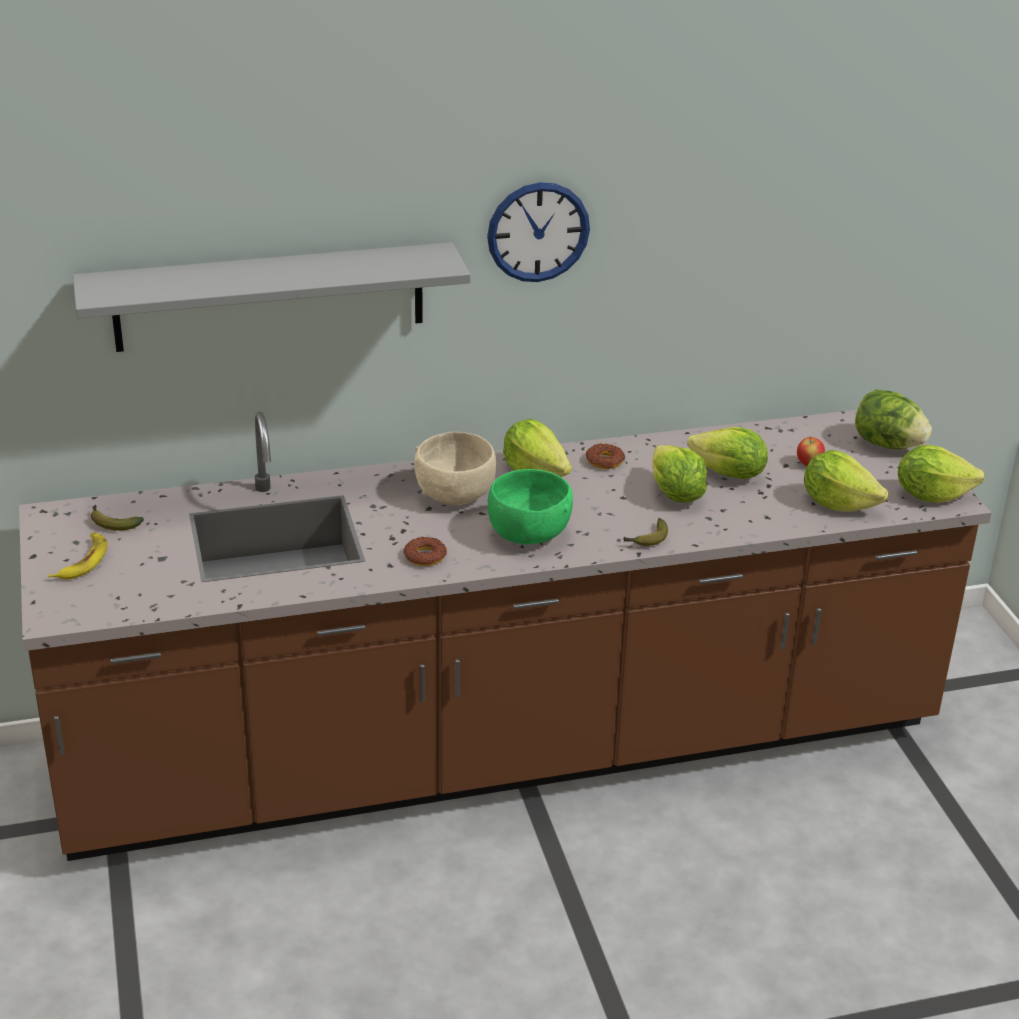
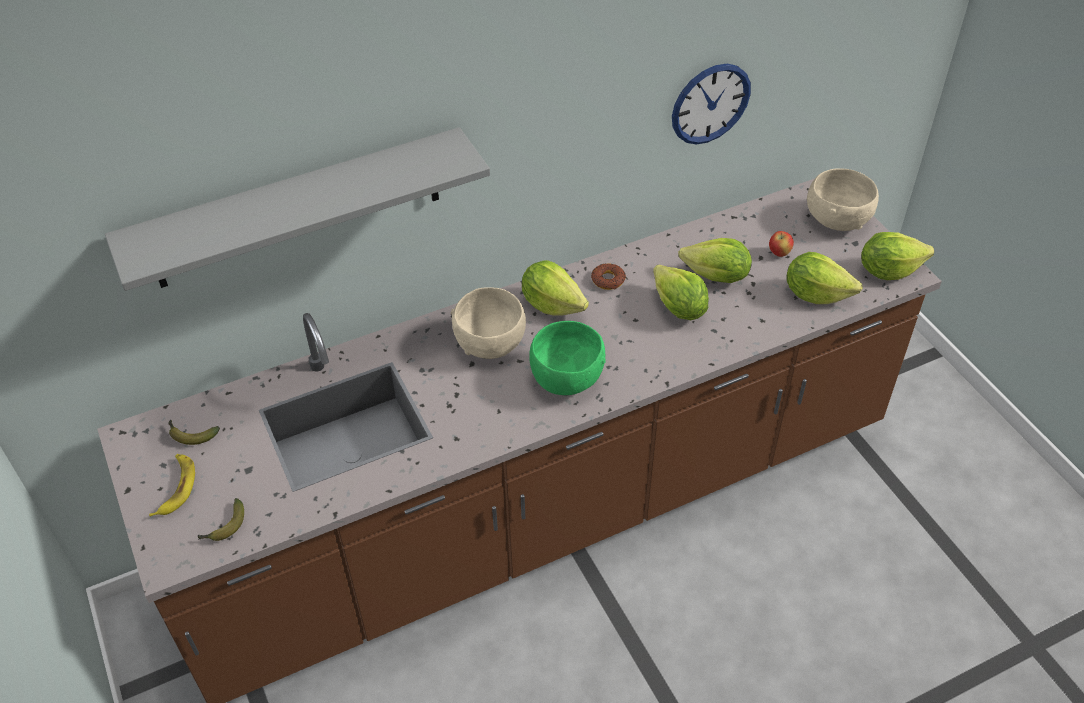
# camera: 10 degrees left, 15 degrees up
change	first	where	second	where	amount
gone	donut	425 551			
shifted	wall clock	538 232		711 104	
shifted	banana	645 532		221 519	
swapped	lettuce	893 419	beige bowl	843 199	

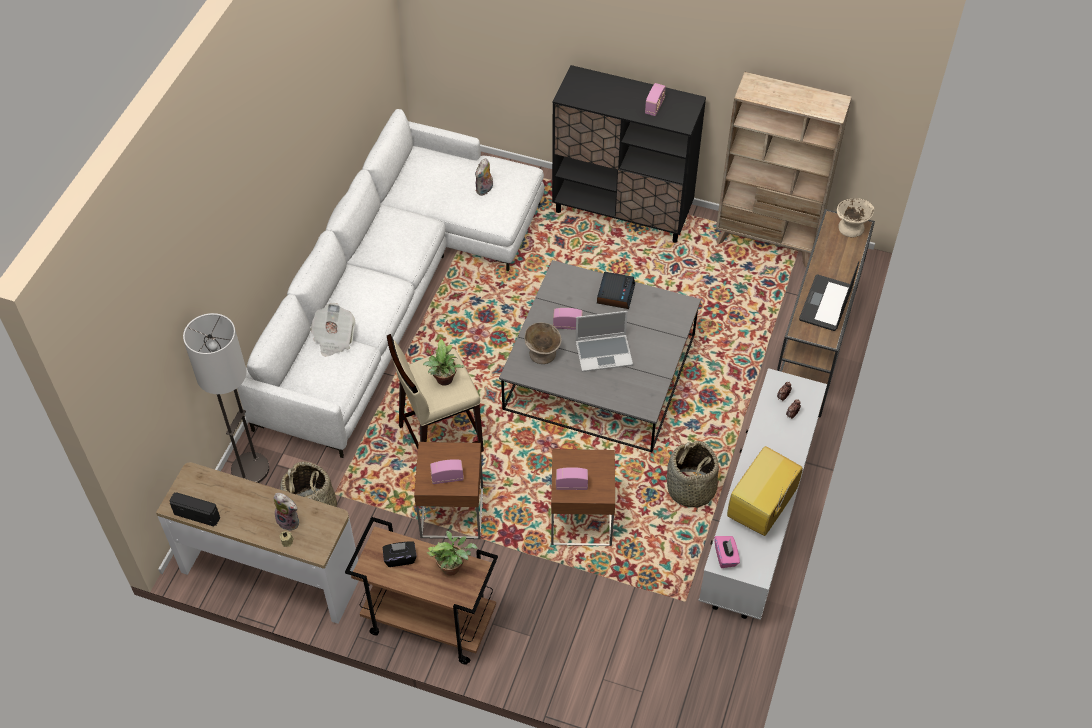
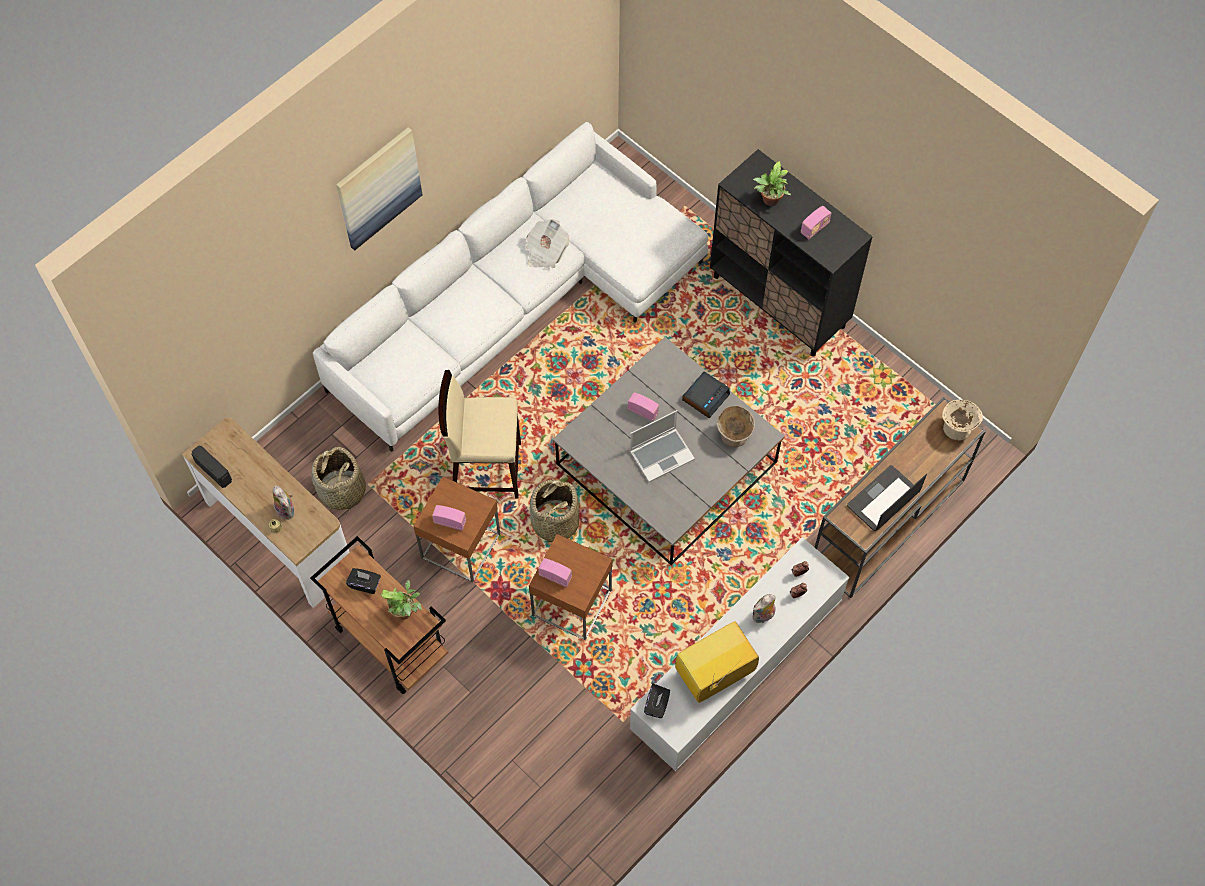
# camera: 25 degrees right, 10 degrees up
change	first	where	second	where	amount
gone	floor lamp	226 398			
shifted	newspaper	332 330		547 243	
shifted	potted plant	444 361		772 183	
shifted	plush toy	484 177		764 608	
shifted	beige bowl	543 343		736 426	
rotated	laptop	604 341		662 446	45 degrees counterclockwise
shifted	basket	693 476		555 512	
repainted	pink tissue box	727 552	black tissue box	657 701	
gone	beige bookcase	784 169			
new			picture	379 189	

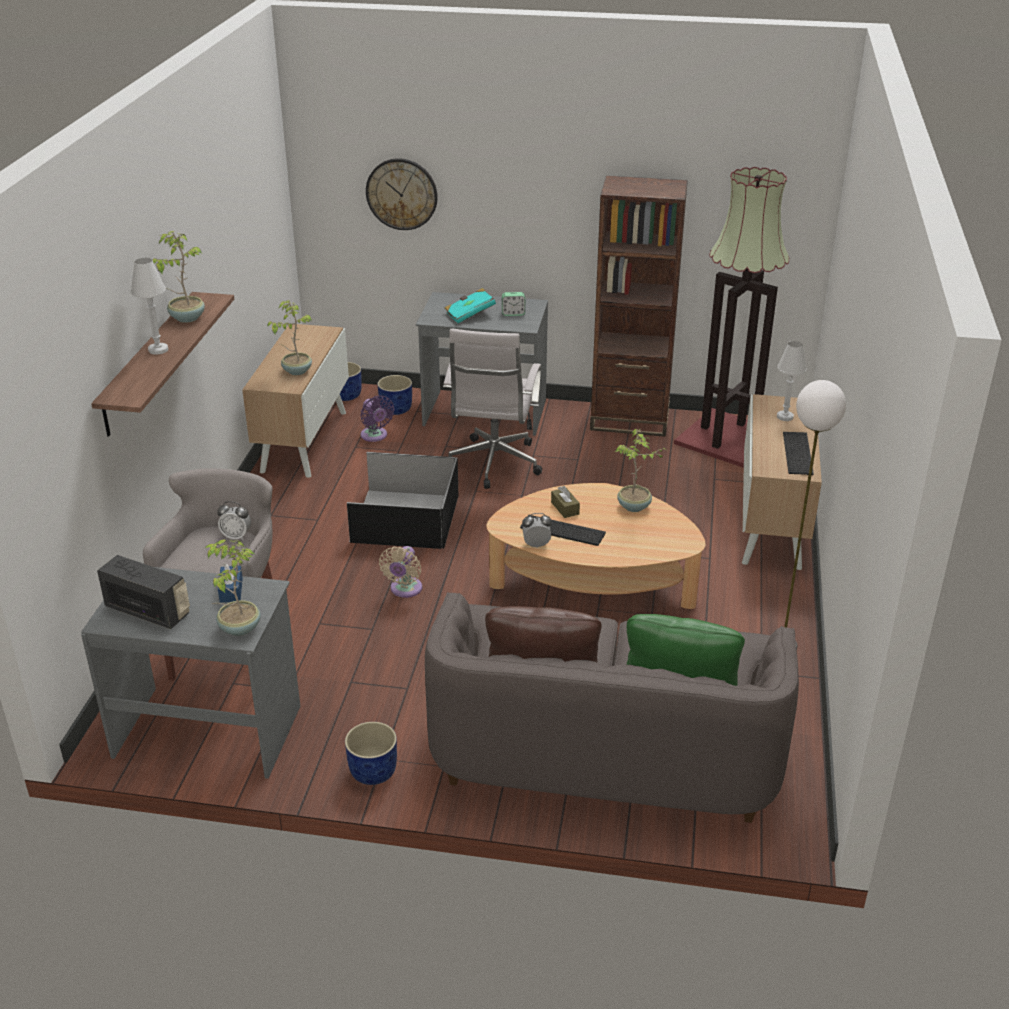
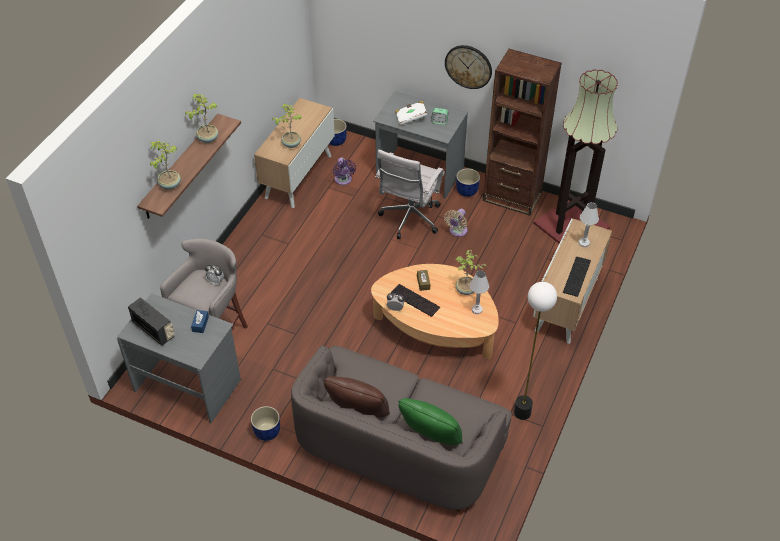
# camera: 15 degrees right, 15 degrees up
change	first	where	second	where	amount
shifted	white table lamp	149 306		479 292	
shifted	potted plant	233 587		165 165	
gone	black storage box	402 500			
shifted	wall clock	402 194		468 67	
shifted	blue planter	394 395		468 182	
shifted	beige fan	400 572		456 223	
repainted	turquoise book	470 305	white book	411 113	

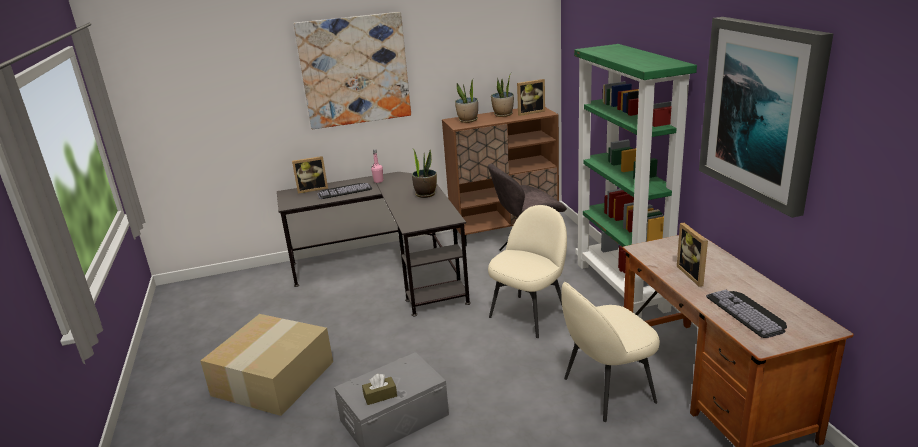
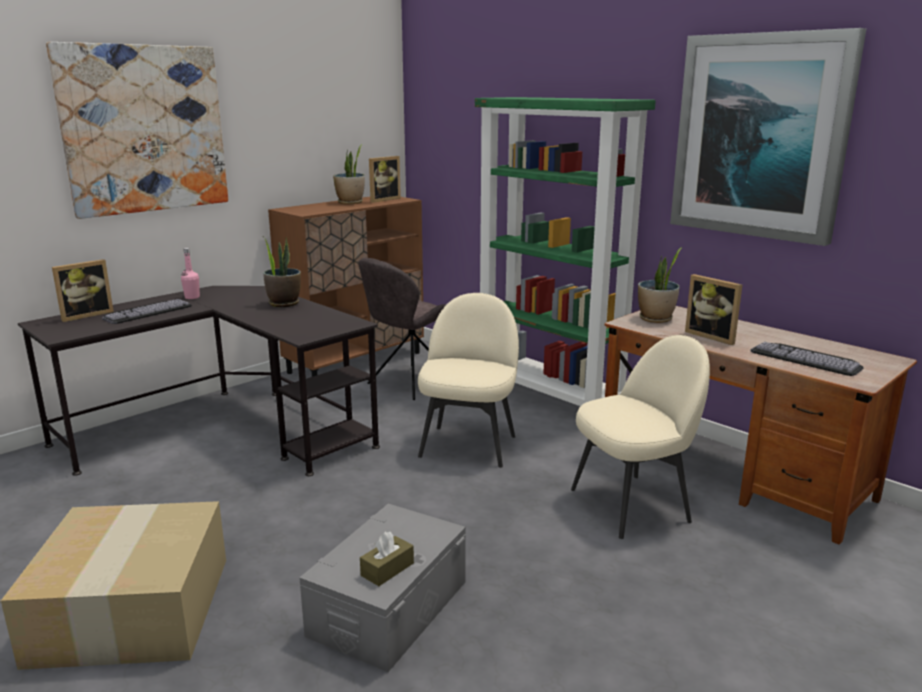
# camera: 30 degrees left, 5 degrees down
change	first	where	second	where	amount
shifted	potted plant	466 101		660 285	
rotated	beige chair	610 352		640 437	150 degrees counterclockwise

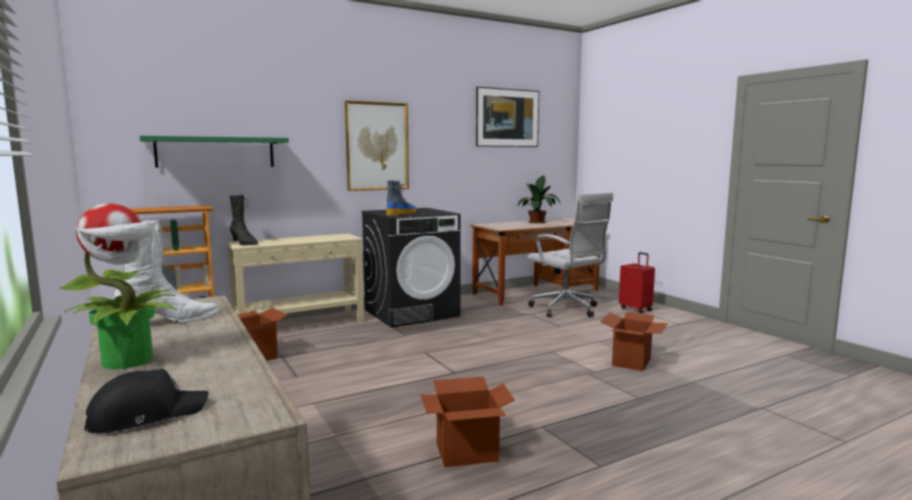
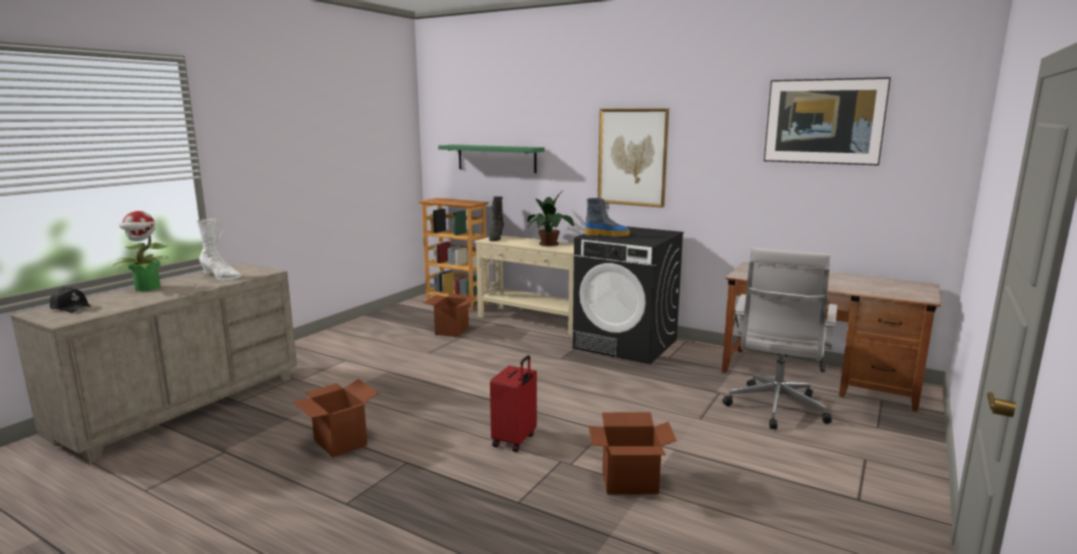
# camera: 60 degrees right, 5 degrees up
change	first	where	second	where	amount
shifted	potted plant	539 199		550 220	
shifted	red suitcase	637 282		513 403	

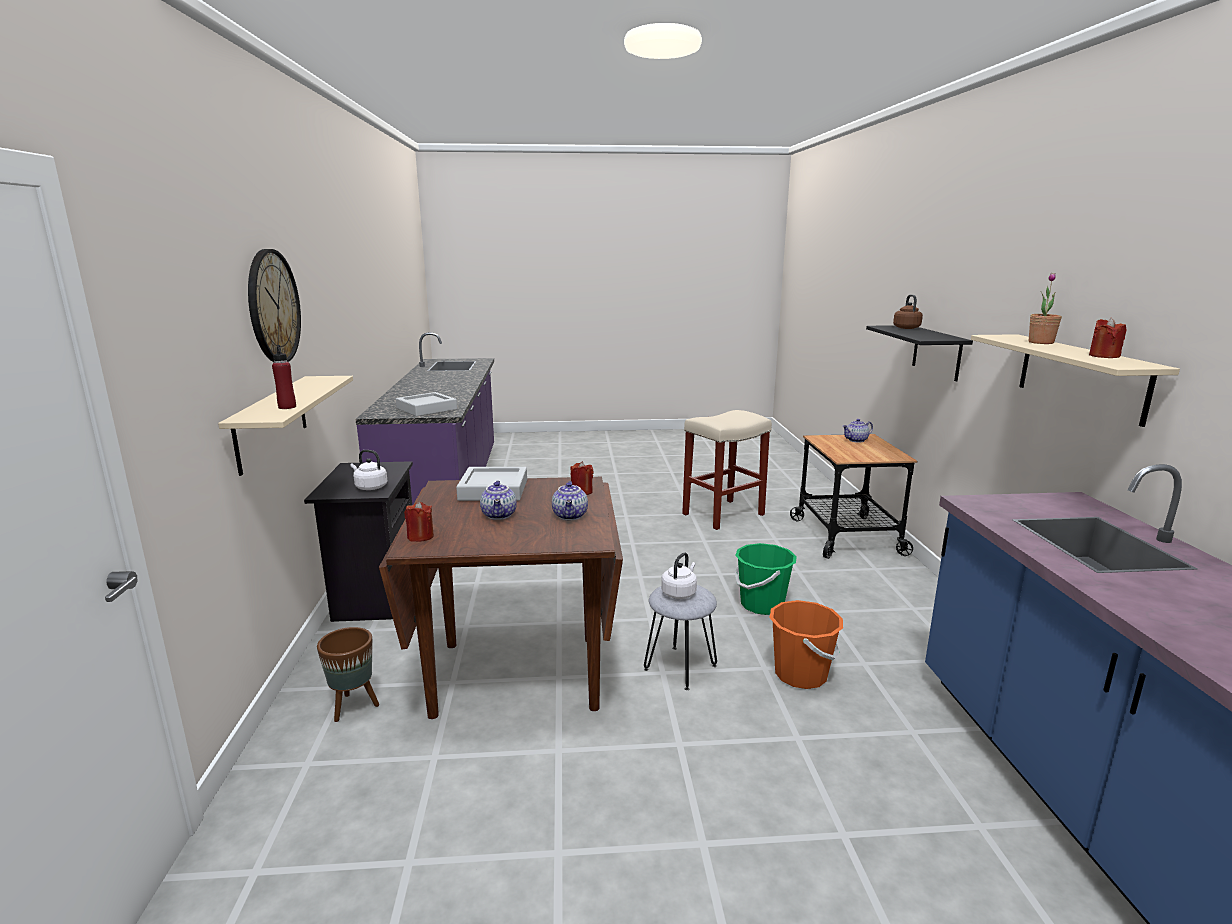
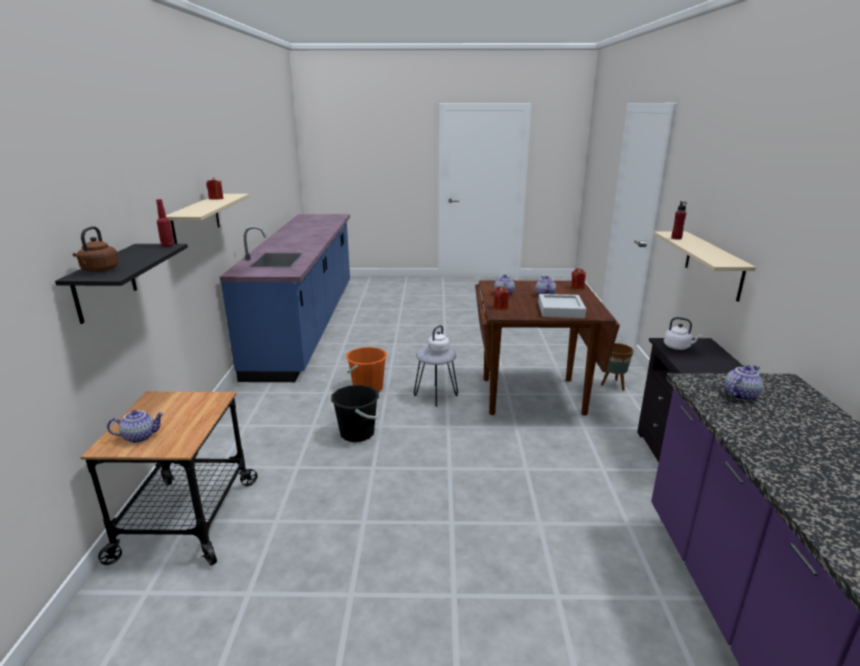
# camera: 175 degrees left, 5 degrees up
change	first	where	second	where	amount
gone	wall clock	274 305			
swapped	grey tray	426 404	teapot	743 383	
gone	beige stool	727 470			
repainted	green bucket	766 579	black bucket	355 413	
gone	potted plant	1045 308			
new			red bottle	165 223	

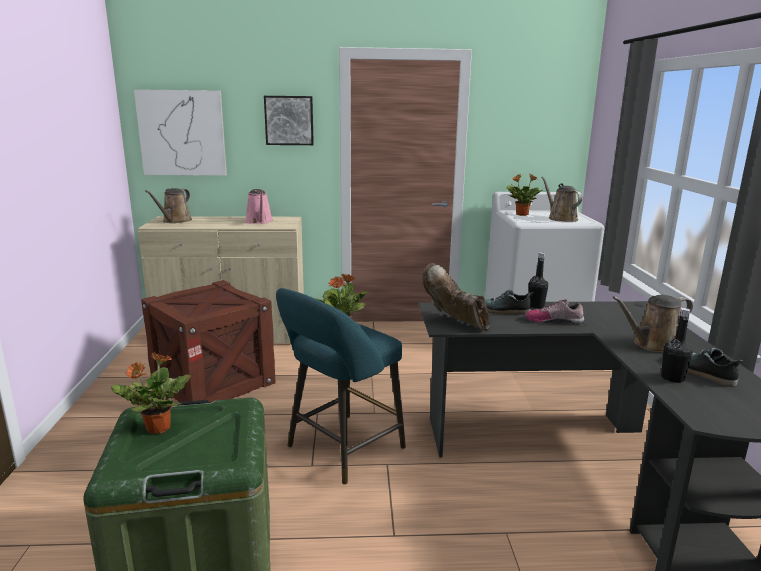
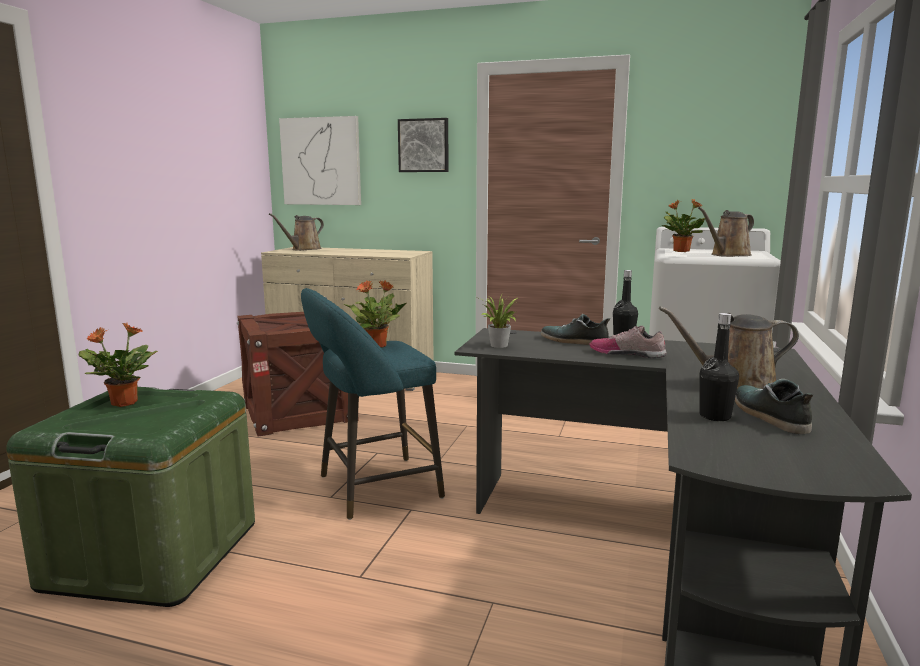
# camera: 20 degrees right, 5 degrees down
change	first	where	second	where	amount
gone	pink watering can	259 206			
swapped	brown boot	457 297	potted plant	496 320	
rotated	brown watering can	562 199		726 232	120 degrees counterclockwise

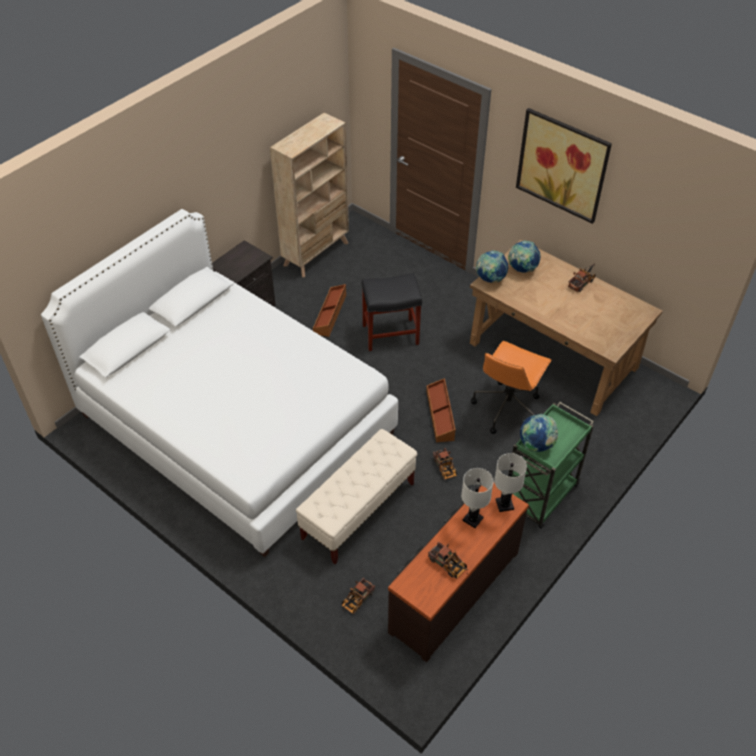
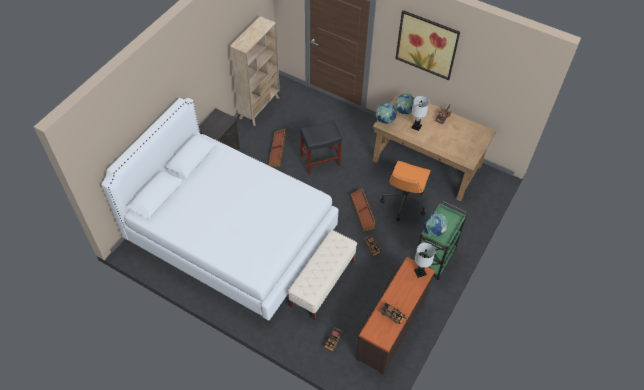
# camera: 10 degrees left, 5 degrees up
change	first	where	second	where	amount
shifted	white table lamp	477 498		420 113	

